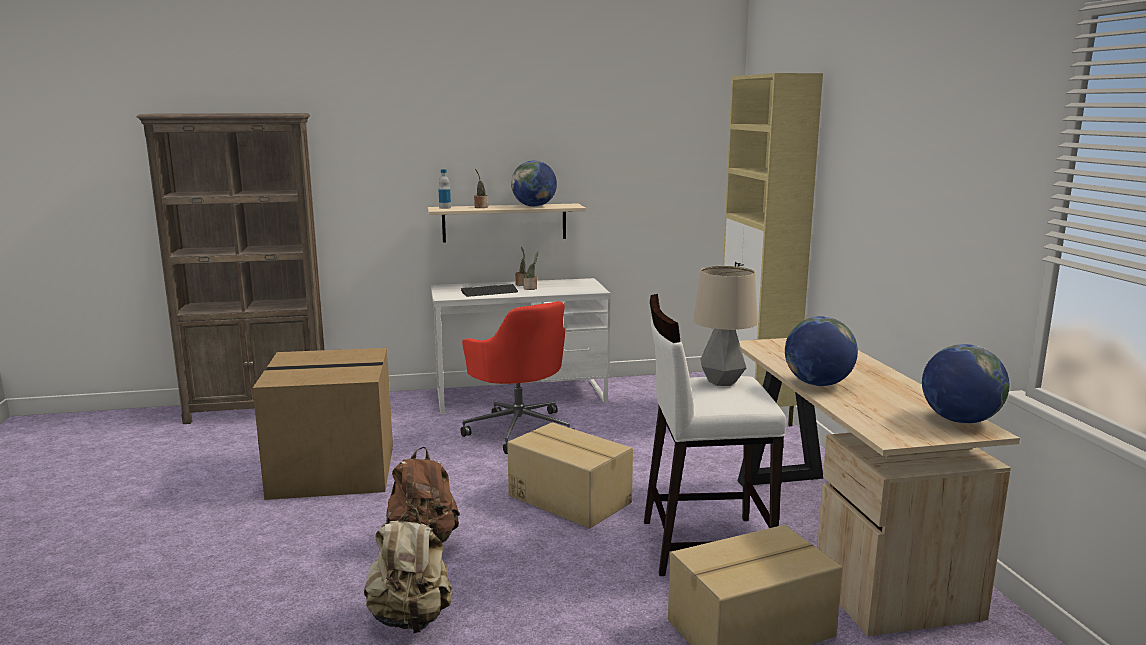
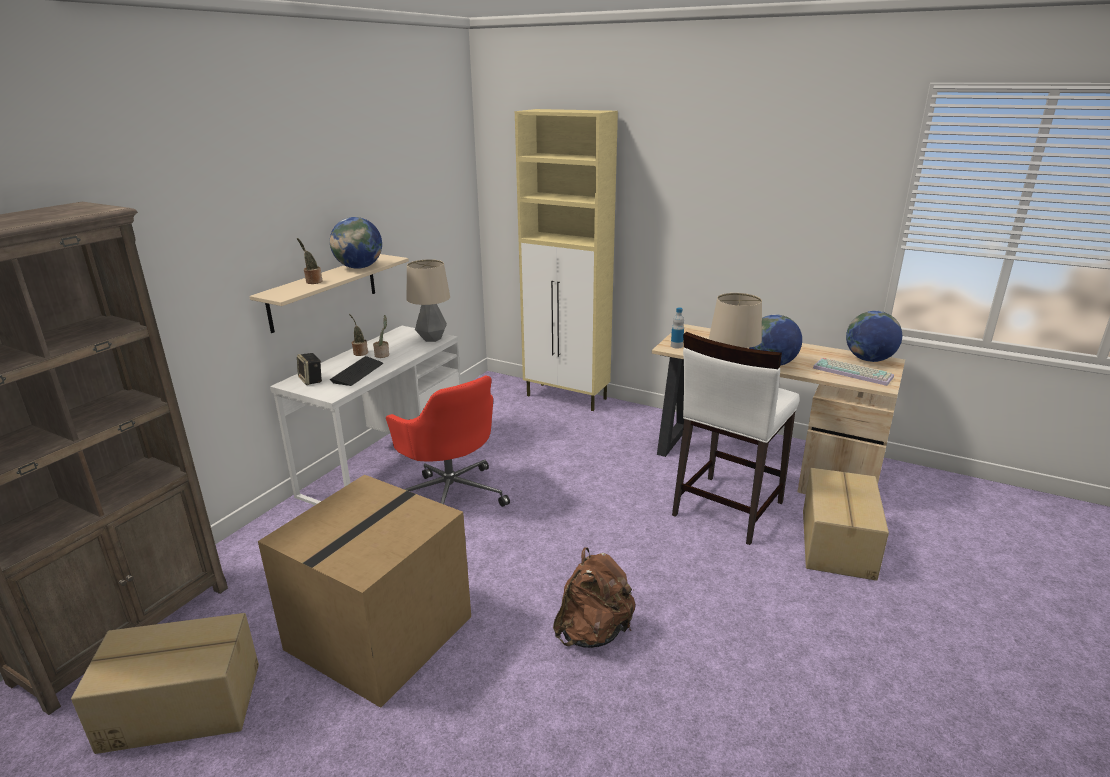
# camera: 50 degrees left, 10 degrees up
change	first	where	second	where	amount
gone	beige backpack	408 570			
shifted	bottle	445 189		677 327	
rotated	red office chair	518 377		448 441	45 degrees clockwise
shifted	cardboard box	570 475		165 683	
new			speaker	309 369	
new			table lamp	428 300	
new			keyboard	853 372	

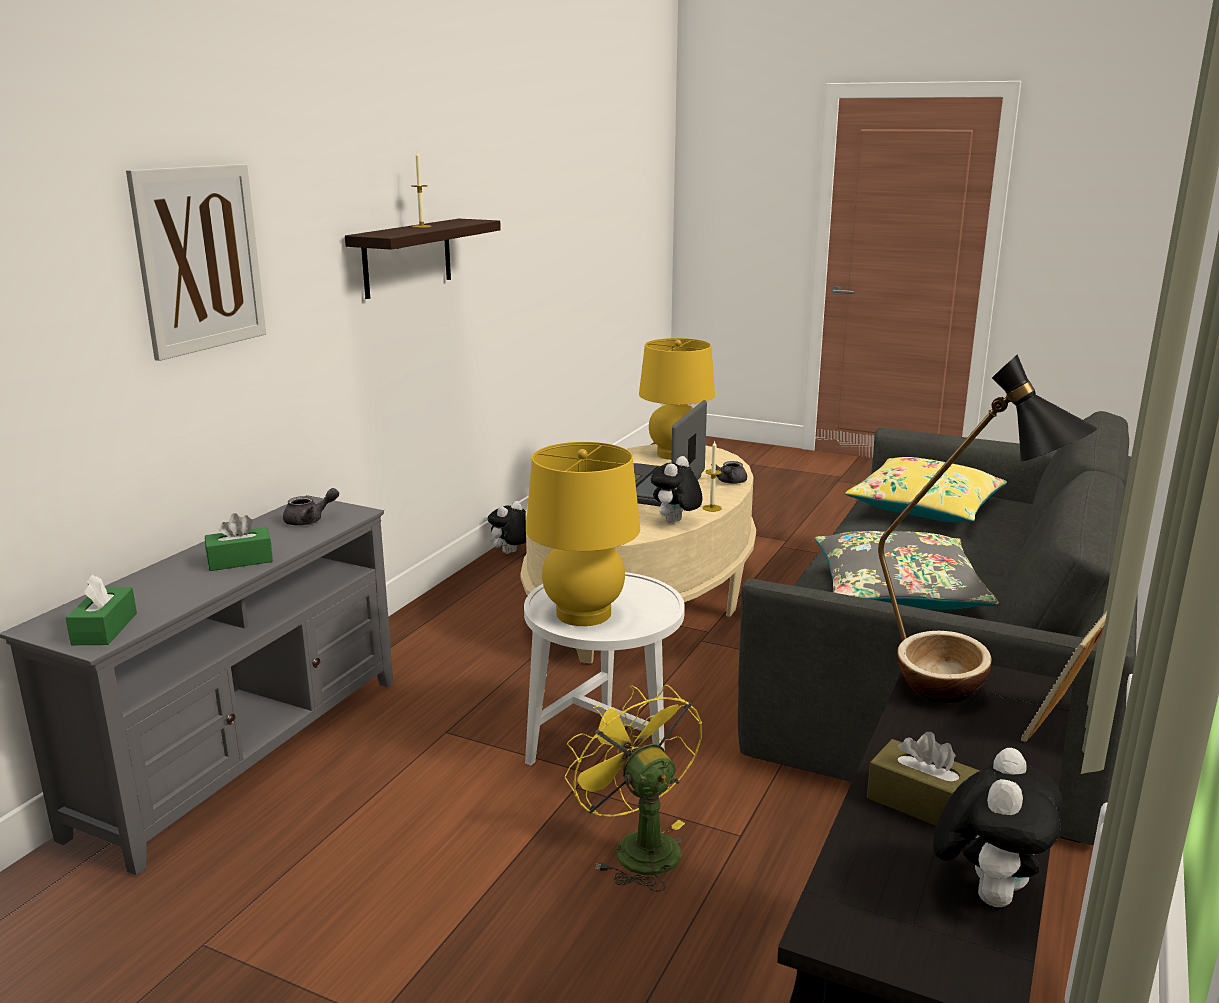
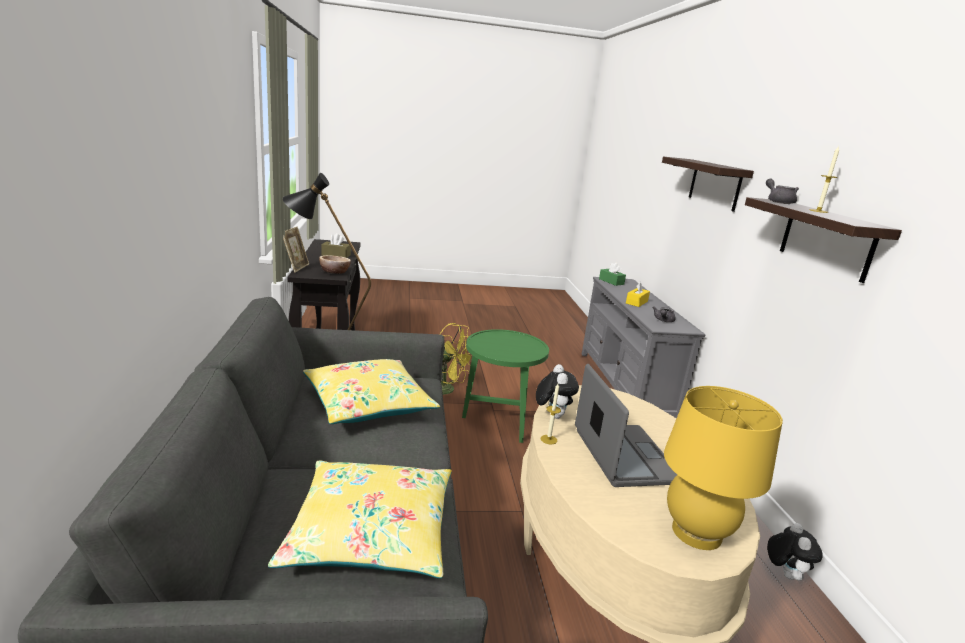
# camera: 145 degrees right, 0 degrees up
change	first	where	second	where	amount
swapped	picture	196 262	shelf	708 184	
repainted	green tissue box	239 542	yellow tissue box	638 294	
repainted	white side table	604 669	green side table	505 386	
gone	yellow table lamp	583 534			
shifted	grey teapot	729 472		782 191	
repainted	grey pillow	907 570	yellow pillow	371 391	
gone	plush toy	998 827			

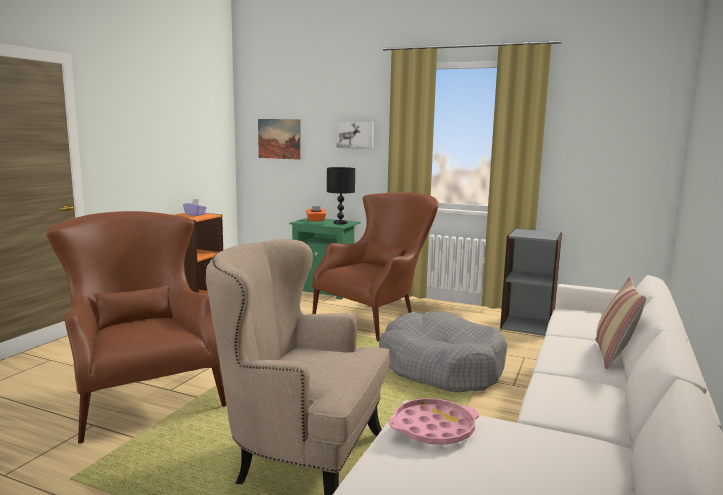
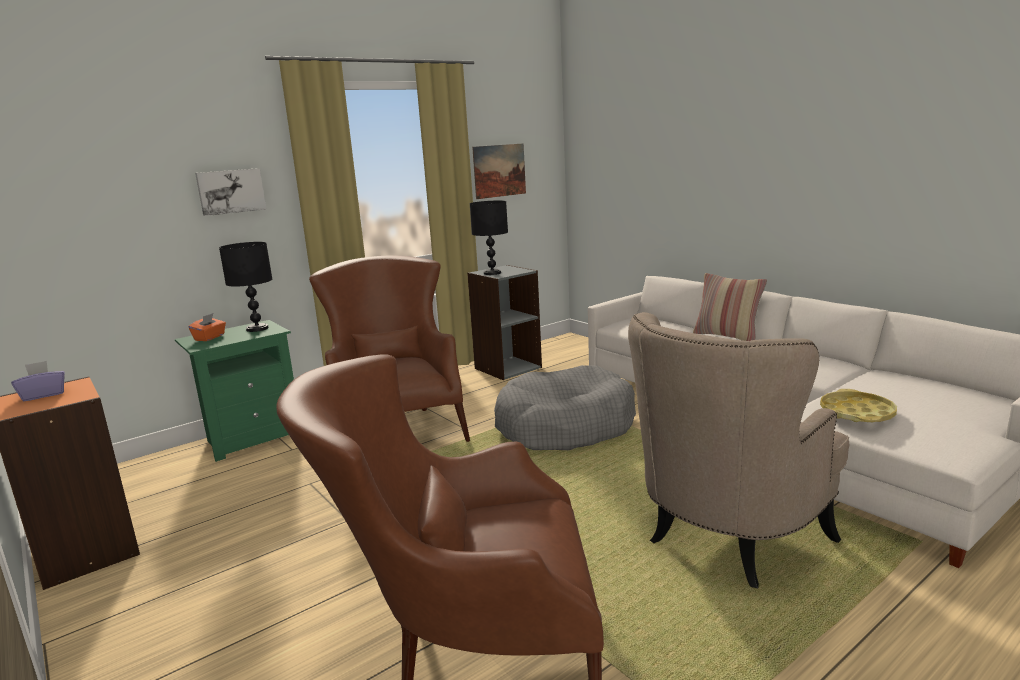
# camera: 60 degrees left, 5 degrees up
change	first	where	second	where	amount
shifted	picture	279 139		499 171	
repainted	pink tray	433 421	yellow tray	858 405	
new			black table lamp	489 238	

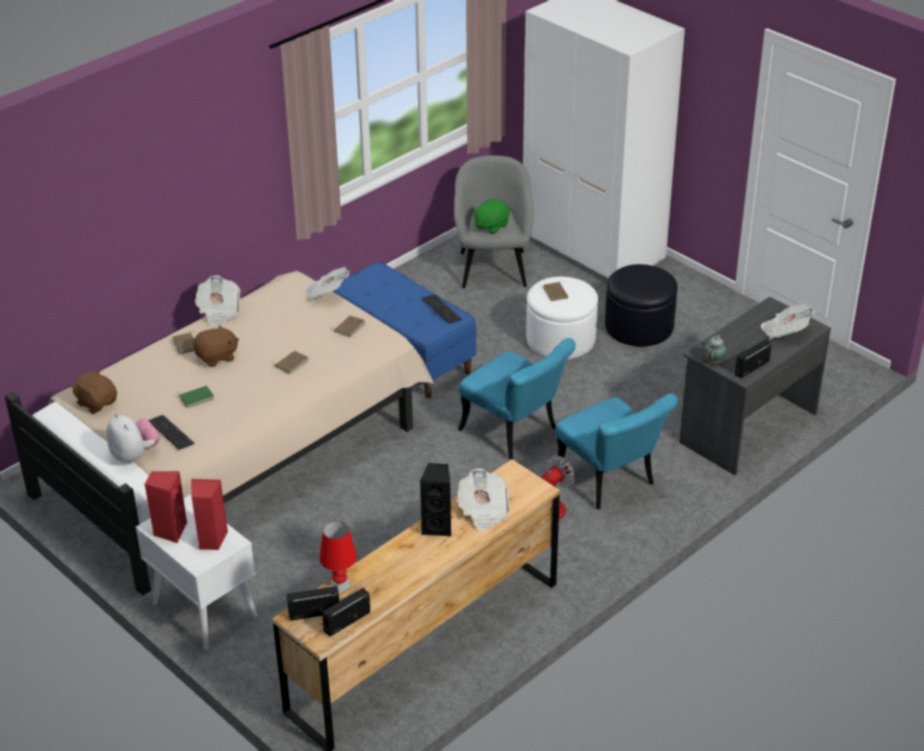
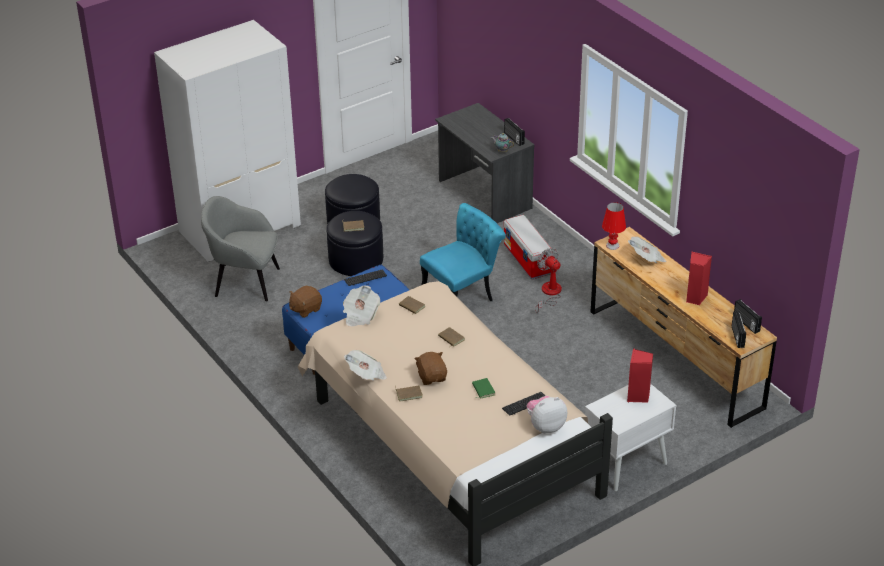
# camera: 80 degrees left, 0 degrees up
change	first	where	second	where	amount
shifted	brown plush toy	94 391		305 302	
shifted	red speaker	166 507		699 278	
shifted	red table lamp	338 556		614 226	
gone	black speaker	435 499			
gone	green plush toy	491 216			
repainted	white ottoman	562 318	black ottoman	354 243	
swapped	turquoise chair	616 451	storage box	528 247	
gone	newspaper	788 321			

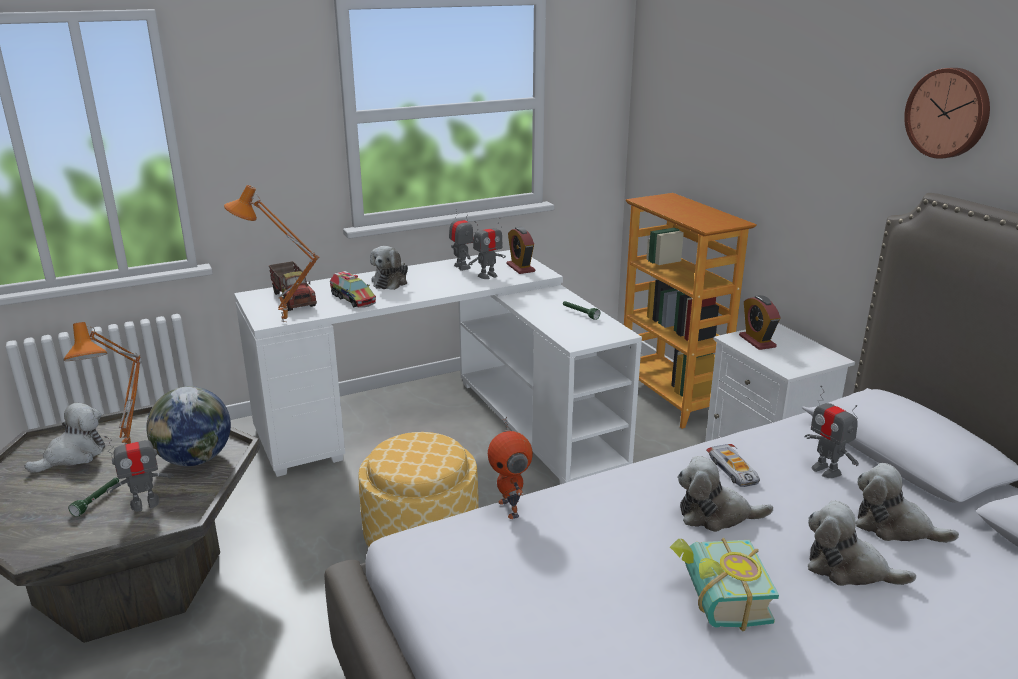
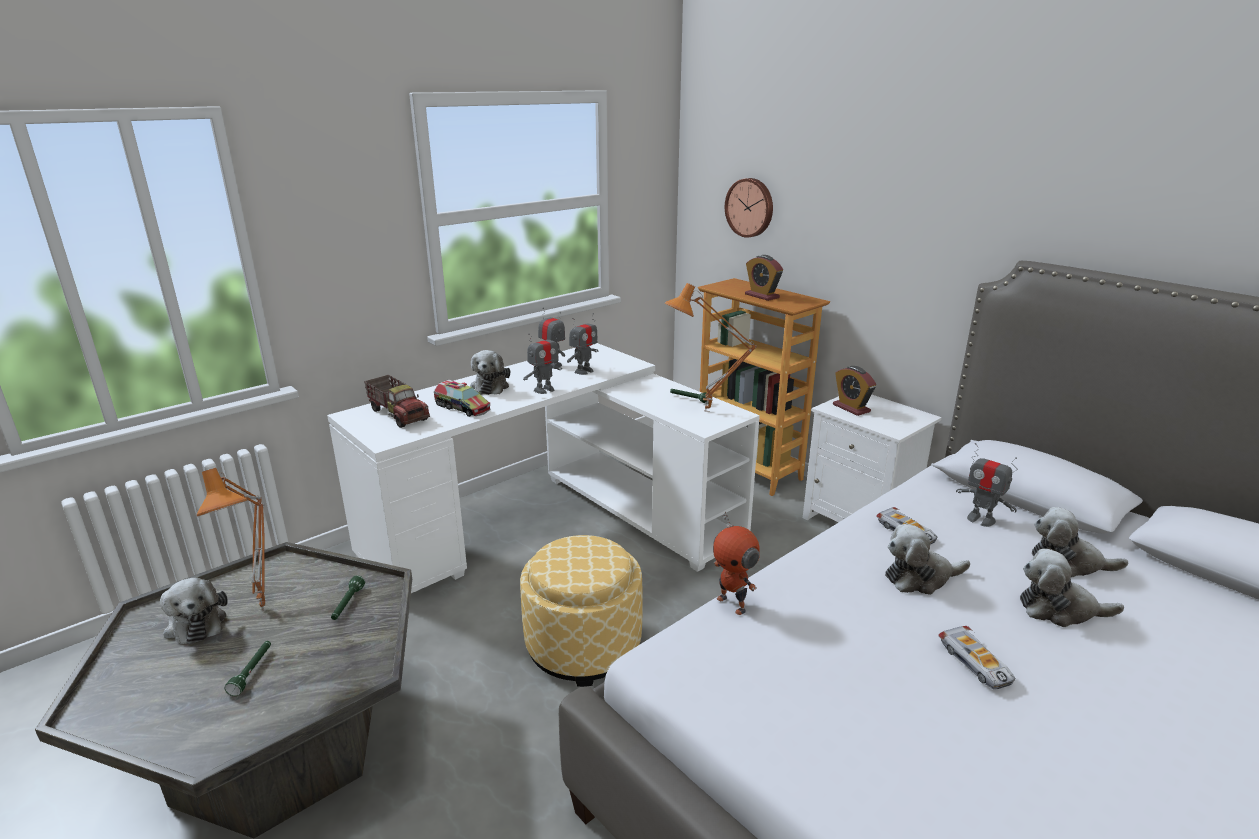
# camera: 15 degrees left, 0 degrees up
change	first	where	second	where	amount
rotated	plush toy	64 438		194 611	120 degrees clockwise
shifted	toy robot	139 469		542 361	
swapped	globe	188 426	green flashlight	348 597	
shifted	orange table lamp	271 253		711 347	
shifted	alarm clock	520 250		764 278	
swapped	book	724 584	toy car	976 657	
shifted	wall clock	947 113		749 208	

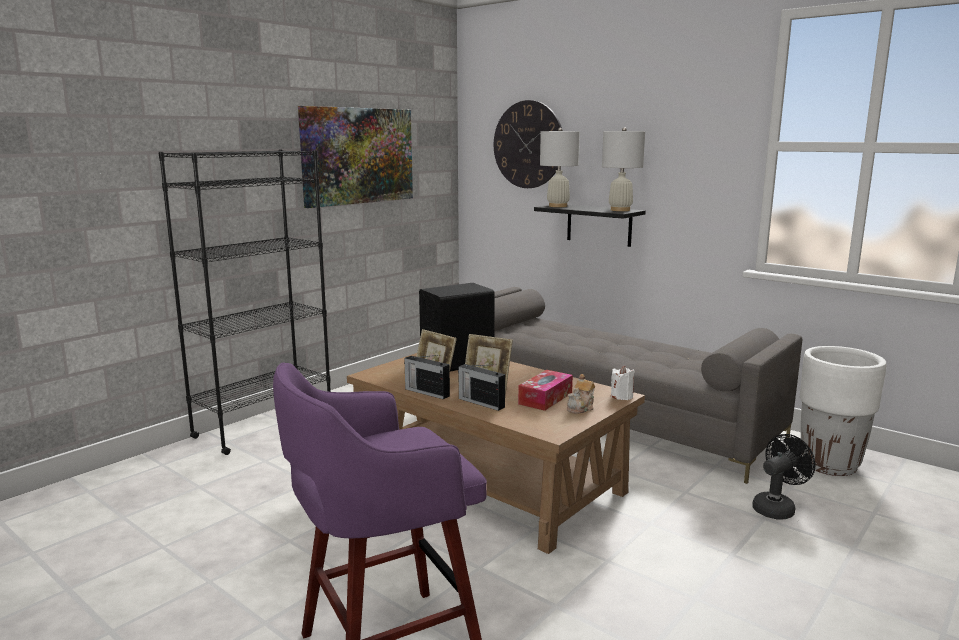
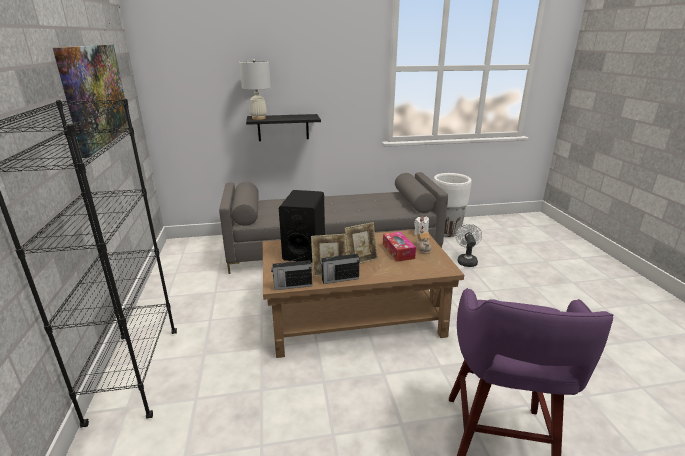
# camera: 50 degrees left, 10 degrees up
change	first	where	second	where	amount
shifted	radio	481 387		291 273	
gone	wall clock	528 144			
gone	white table lamp	623 169			
repainted	black fan	783 477	white fan	469 245	

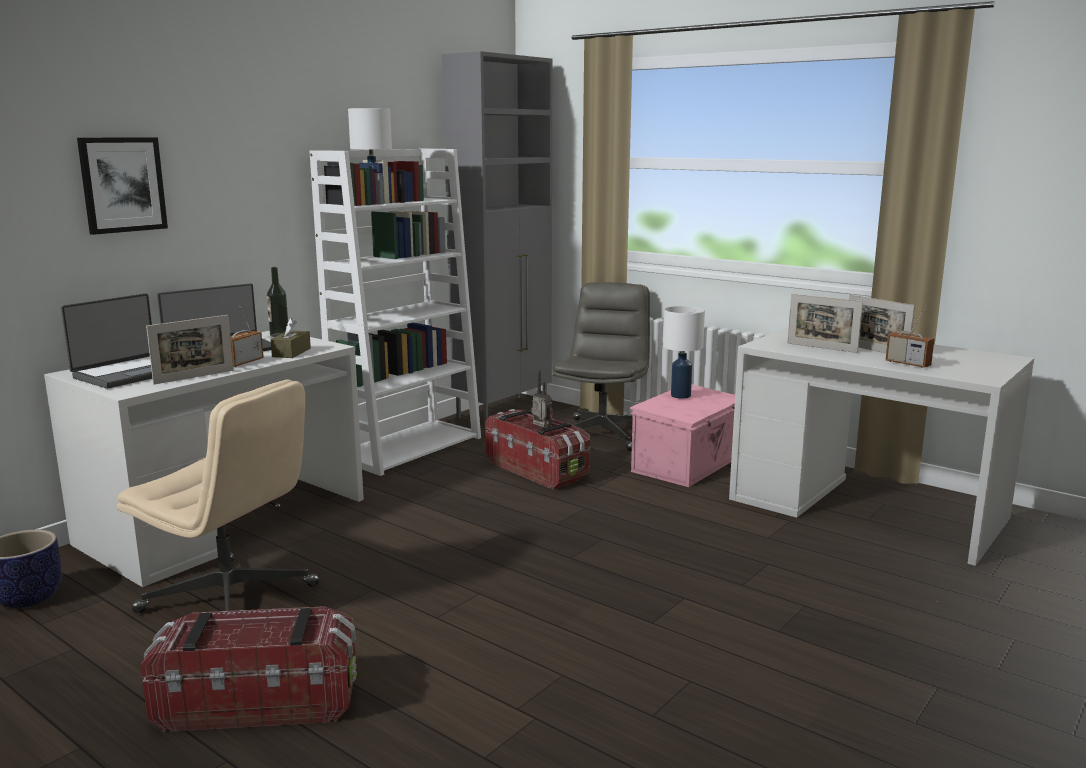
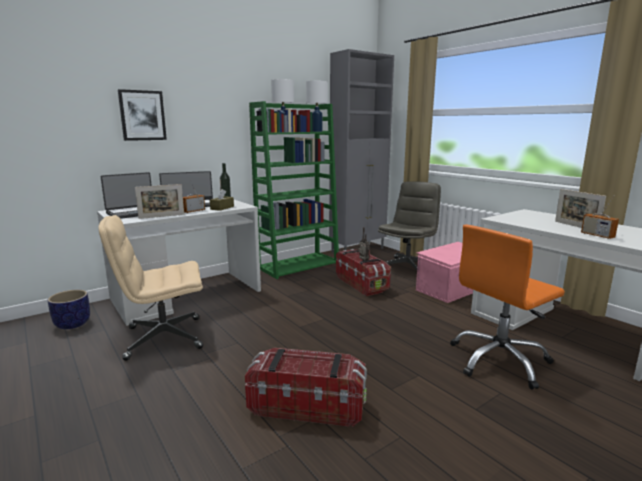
# camera: 15 degrees right, 0 degrees up
change	first	where	second	where	amount
rotated	beige office chair	218 496		150 288	120 degrees clockwise
shifted	storage box	248 669		306 387	
repainted	white bookcase	395 312	green bookcase	294 190	
shifted	white table lamp	684 352		317 106	
gone	picture frame	825 323			
new			orange office chair	507 307	

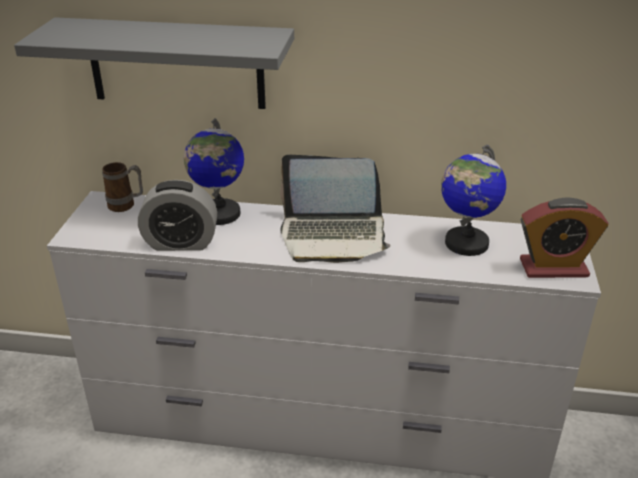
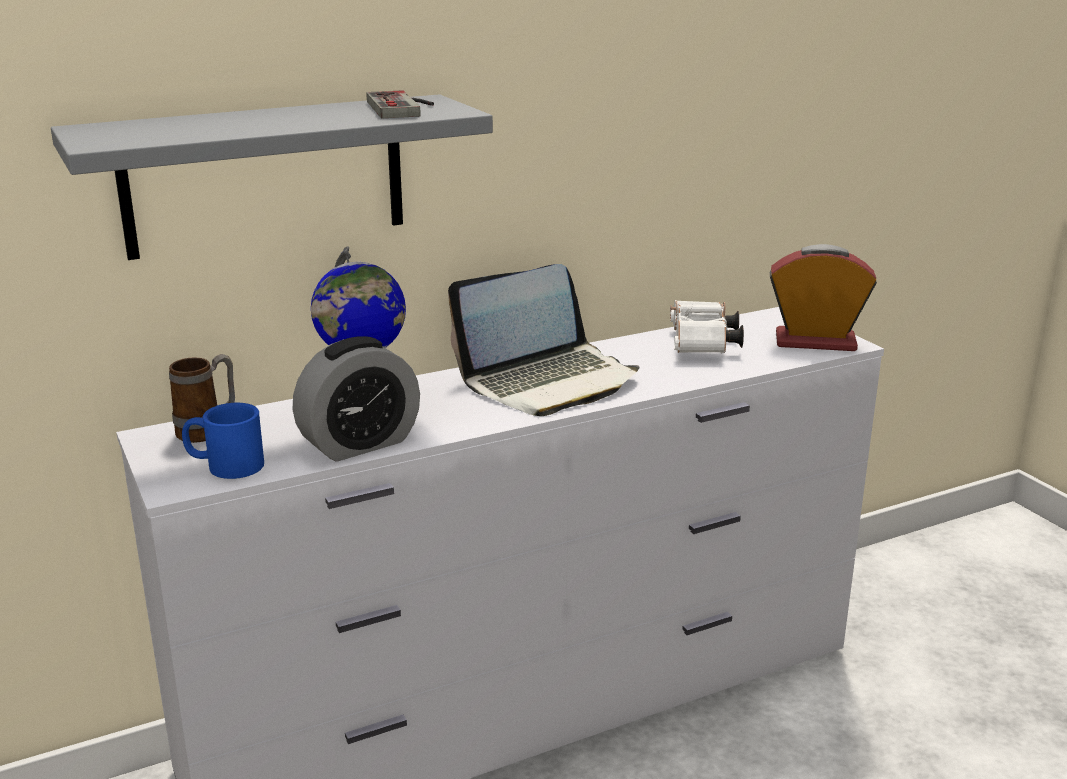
# camera: 35 degrees left, 10 degrees down
change	first	where	second	where	amount
swapped	globe	473 200	white binoculars	707 327	
rotated	alarm clock	564 237		823 297	135 degrees counterclockwise
new			blue mug	223 441	
new			game controller	400 104	

